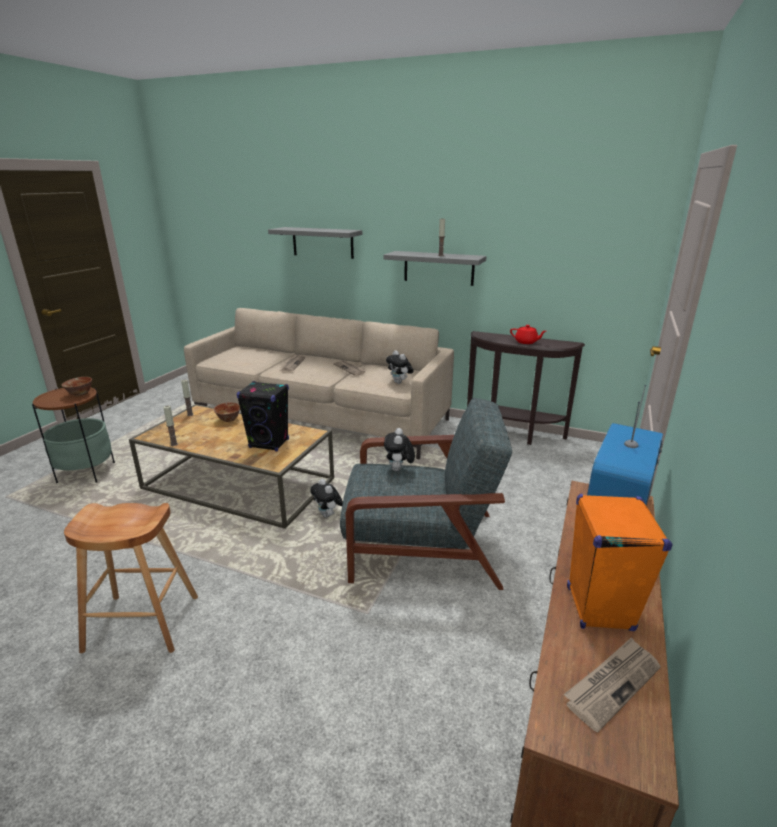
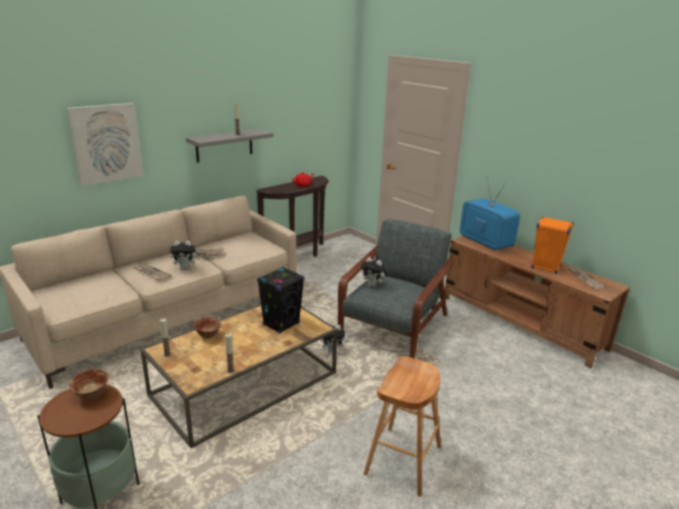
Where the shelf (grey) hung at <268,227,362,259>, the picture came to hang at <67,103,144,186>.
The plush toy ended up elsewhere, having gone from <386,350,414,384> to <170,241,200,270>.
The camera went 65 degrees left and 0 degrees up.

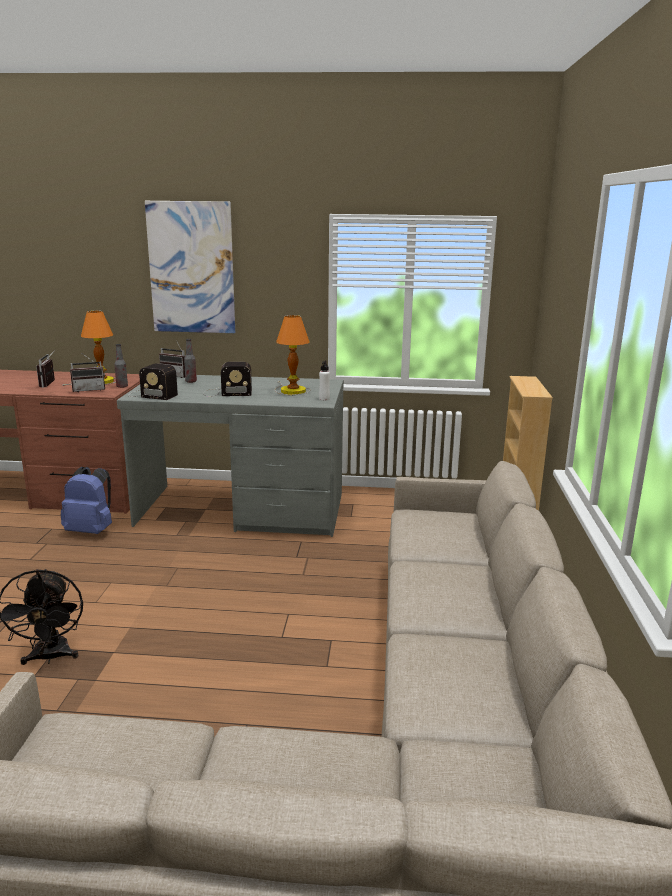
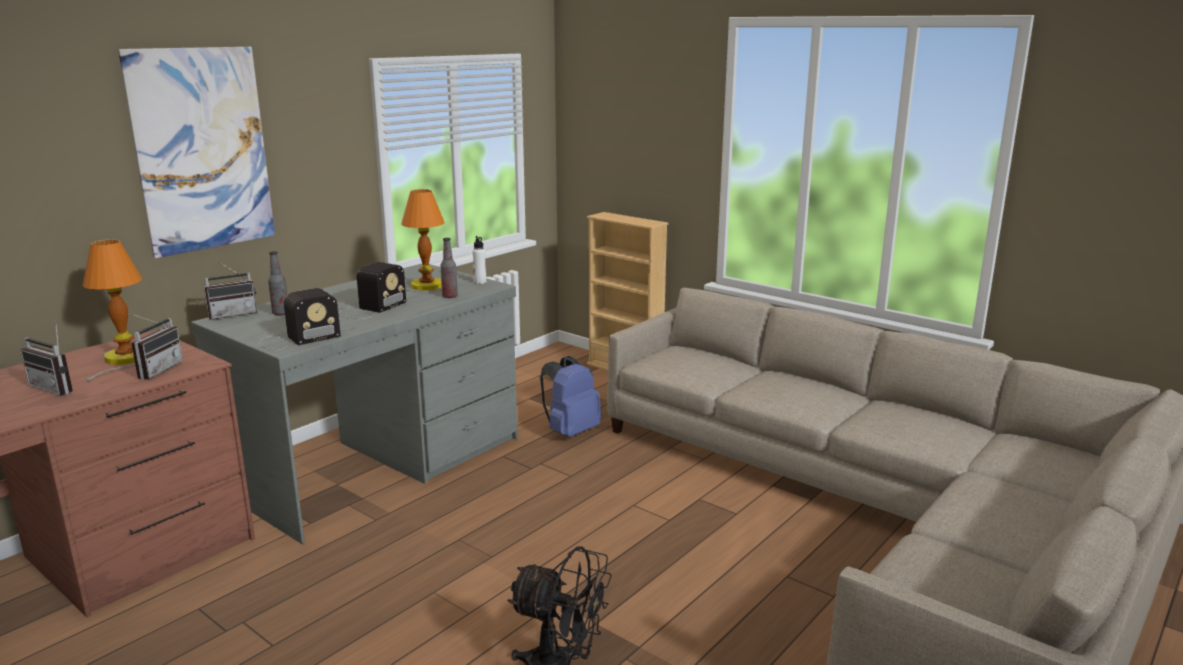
The bottle ended up elsewhere, having gone from <114,344,128,388> to <441,238,458,298>.
The backpack (blue) ended up elsewhere, having gone from <61,467,112,534> to <540,356,601,437>.
The camera went 55 degrees left and 0 degrees up.

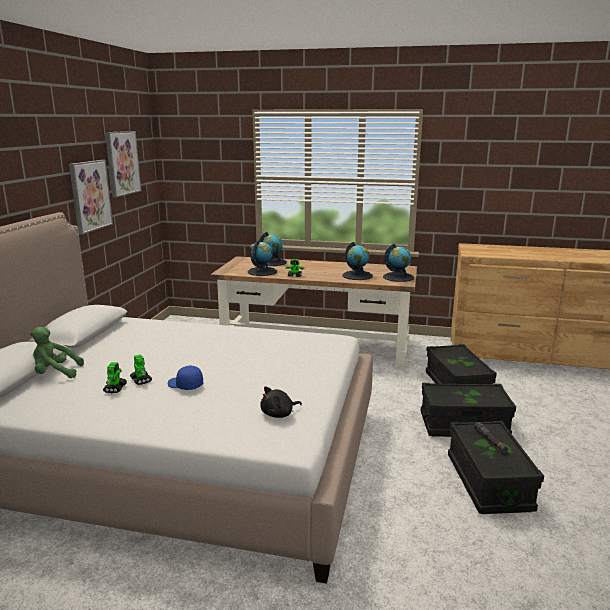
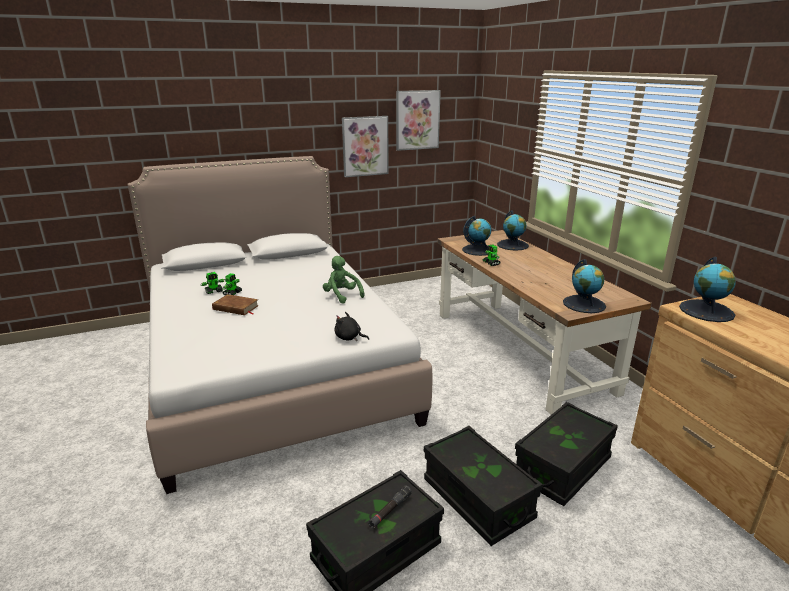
The globe ended up elsewhere, having gone from <342,242,373,280> to <679,257,736,322>.
The plush toy (green) ended up elsewhere, having gone from <30,327,84,378> to <323,256,364,304>.
Where the cap (blue) stood at <168,366,203,390>, the book (brown) came to stand at <212,294,259,315>.
The plush toy (black) ended up elsewhere, having gone from <260,386,302,418> to <335,312,369,341>.
The camera went 55 degrees right and 5 degrees up.

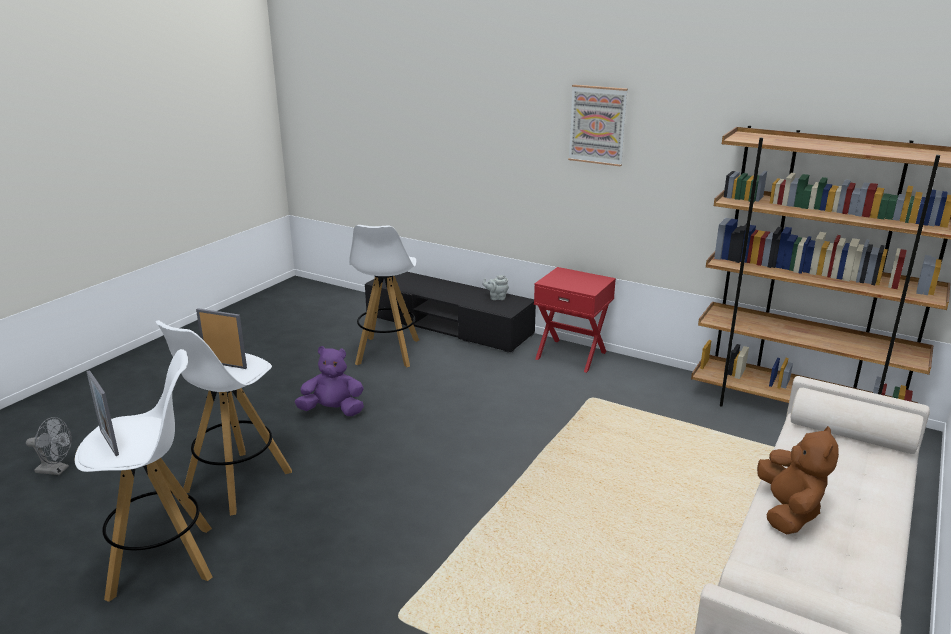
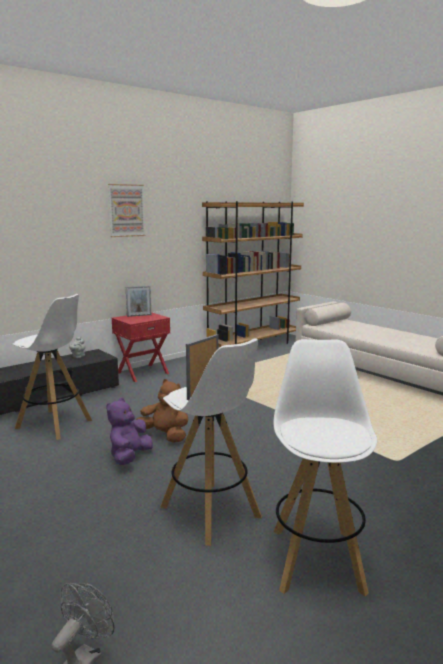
The picture frame ended up elsewhere, having gone from <86,370,119,456> to <126,286,151,317>.
The plush toy (brown) ended up elsewhere, having gone from <757,426,839,534> to <136,379,188,443>.
The camera went 70 degrees left and 10 degrees down.

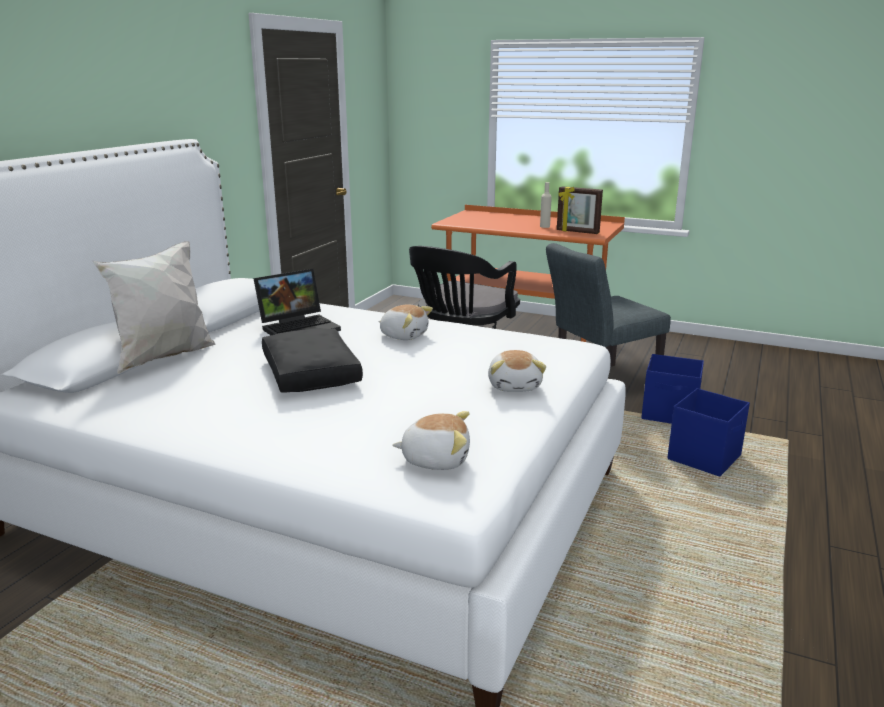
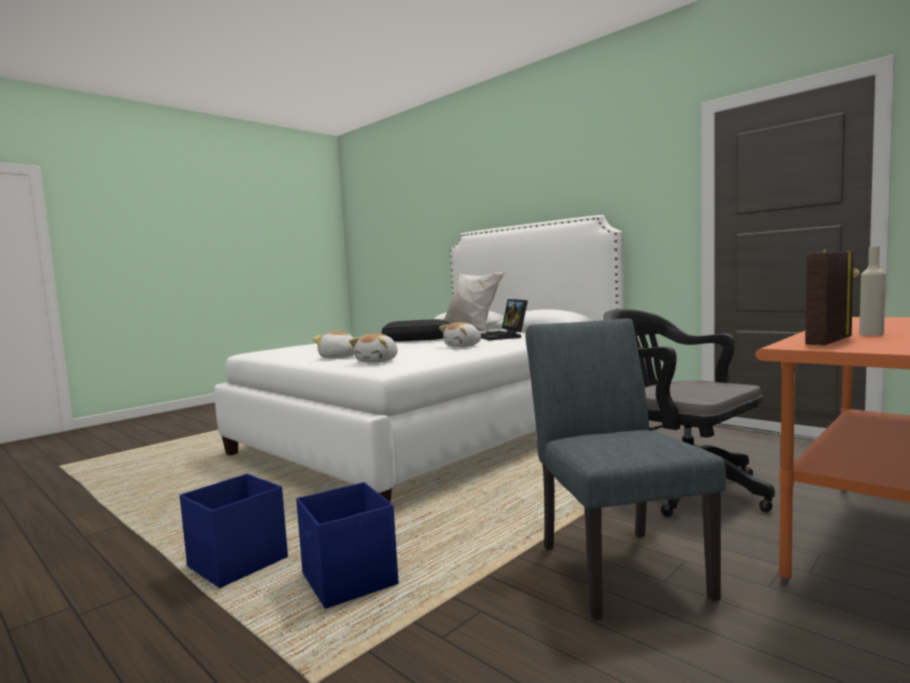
The storage box (blue) ended up elsewhere, having gone from <641,354,704,424> to <180,473,288,588>.
The plush toy ended up elsewhere, having gone from <392,411,470,470> to <349,333,398,363>.
The camera went 110 degrees right and 15 degrees down.

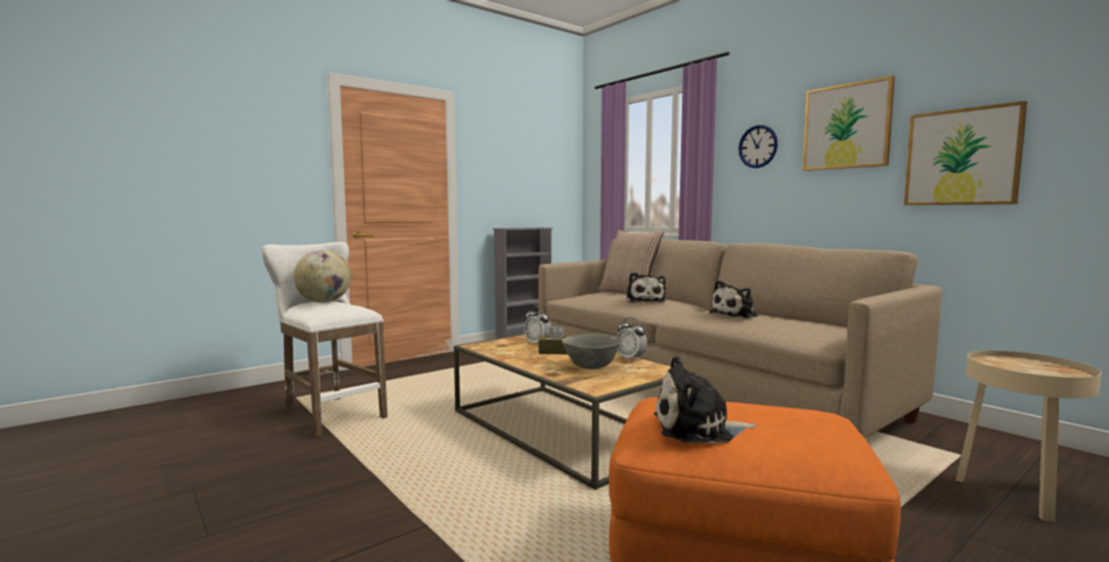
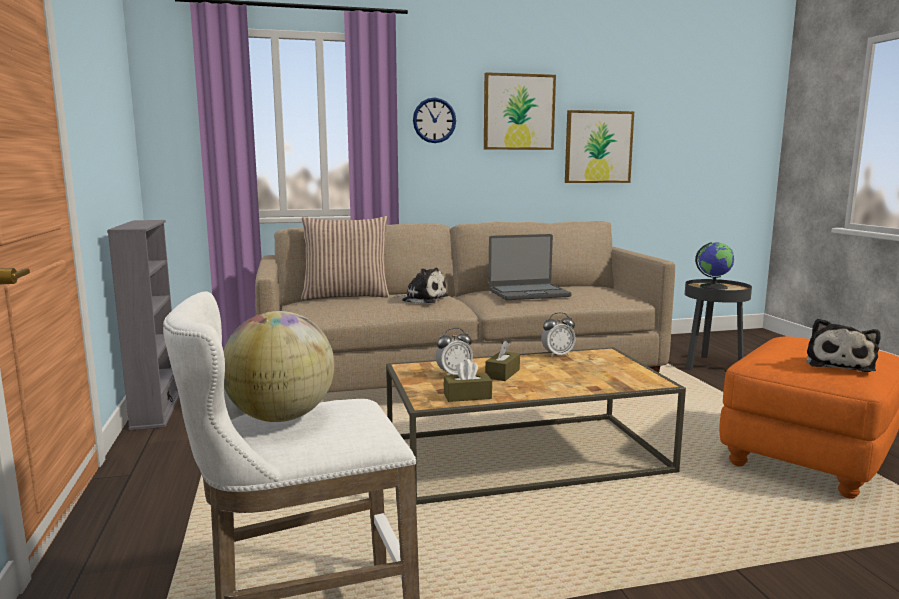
Where the plush toy stood at <709,280,758,319>, the laptop came to stand at <488,234,572,300>.
The second view lost the bowl (grey) at <562,334,621,369>.
What was the side table (beige) at <956,350,1102,522> turned into the side table (black) at <685,279,752,370>.
The second view gained the globe at <695,242,734,290>.
The second view gained the tissue box (brown) at <444,359,492,402>.
The camera went 65 degrees left and 5 degrees up.

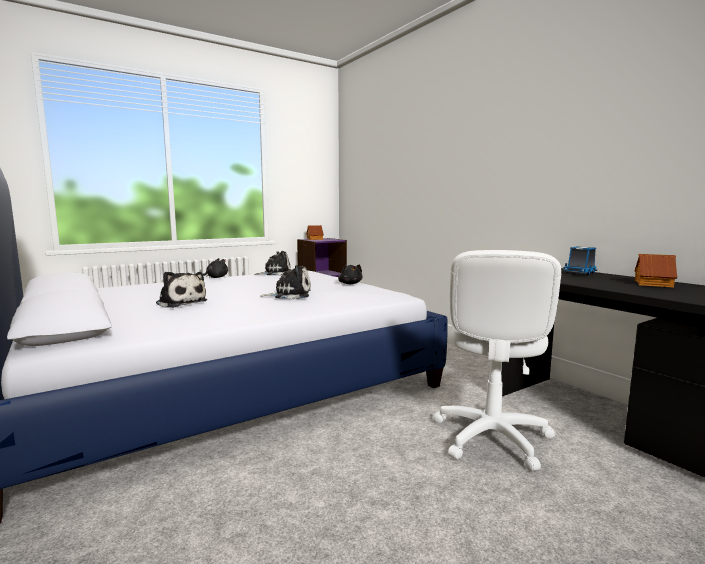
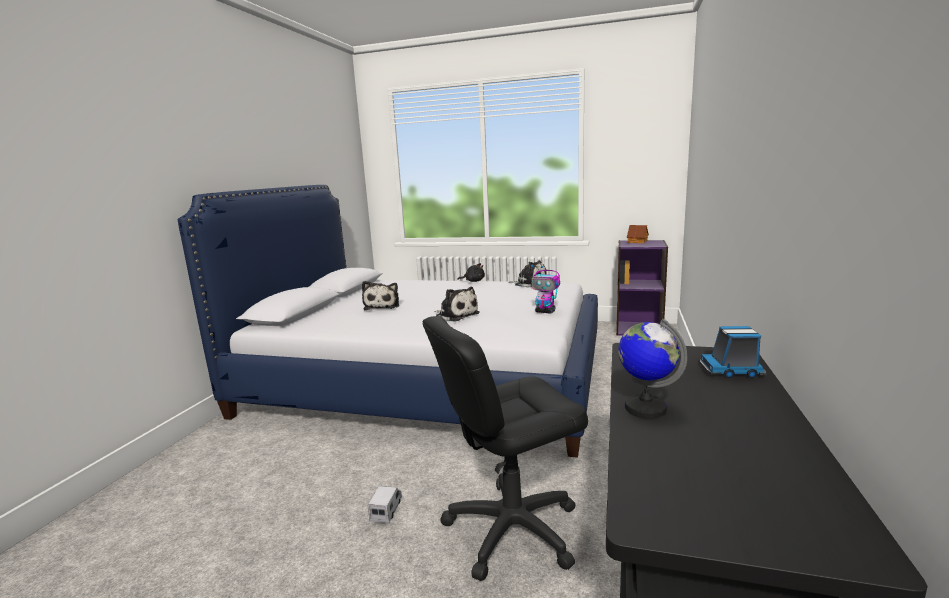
What was the office chair (white) at <433,250,562,471> turned into the office chair (black) at <422,316,588,581>.
The second view lost the toy house at <635,254,677,287>.
Where the plush toy (black) stood at <338,264,362,284>, the toy robot came to stand at <531,265,560,314>.
The second view gained the globe at <618,319,687,419>.
The second view gained the toy truck at <368,486,402,523>.
The camera went 50 degrees right and 5 degrees up.

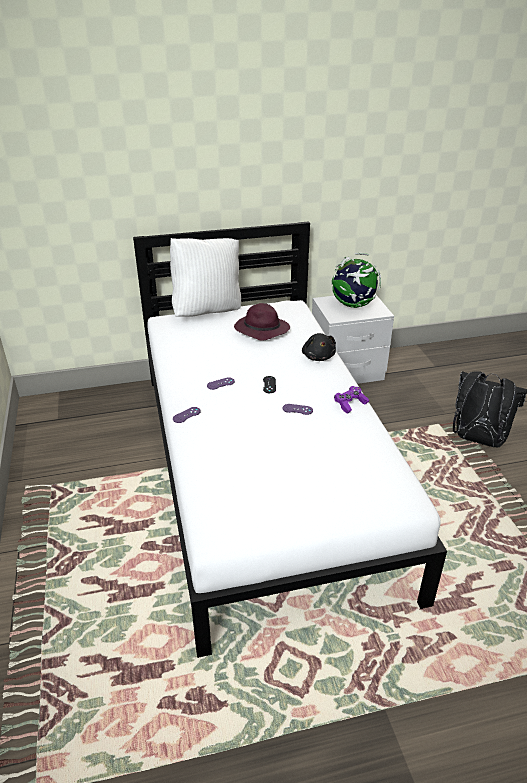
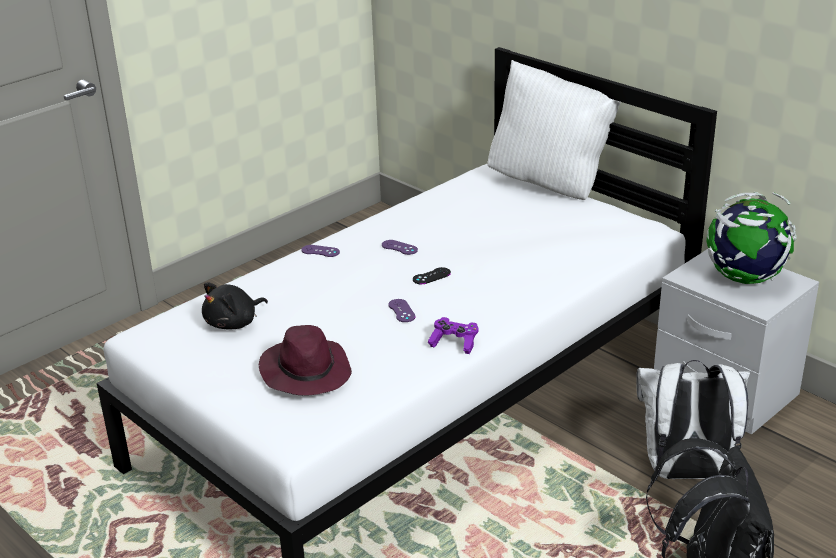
The hat (purple) ended up elsewhere, having gone from <234,303,290,341> to <259,325,352,395>.
The plush toy (black) ended up elsewhere, having gone from <302,333,336,361> to <202,282,268,330>.
The second view gained the backpack (white) at <637,360,750,479>.
The camera went 60 degrees right and 5 degrees down.

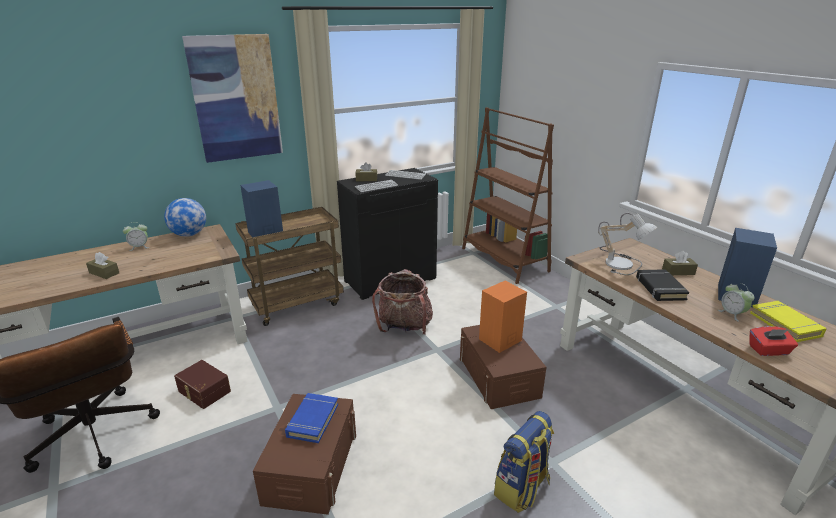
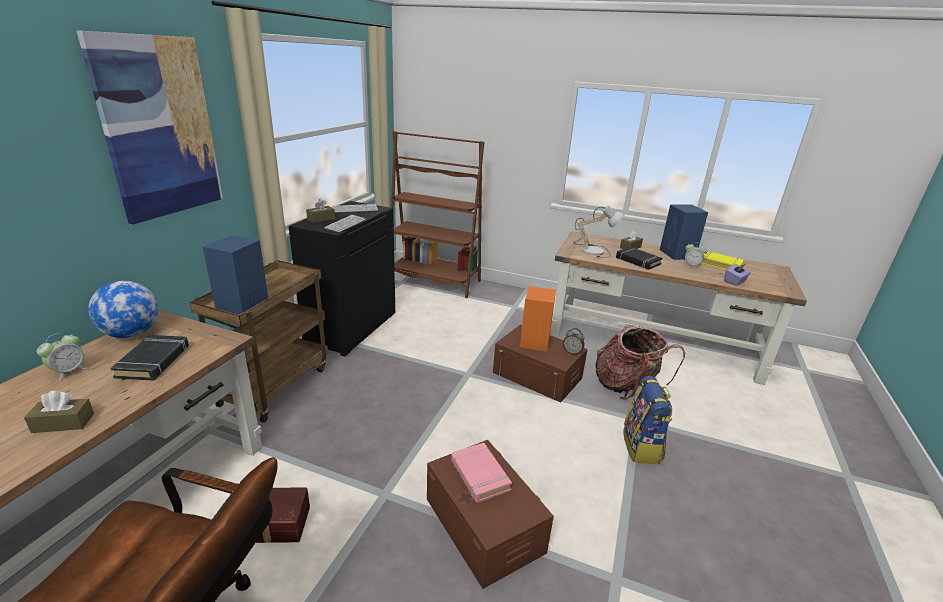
The backpack ended up elsewhere, having gone from <372,269,433,335> to <595,324,685,400>.
What was the tissue box (red) at <749,326,798,356> turned into the tissue box (purple) at <725,264,751,286>.
What was the book (blue) at <285,393,338,443> turned into the book (pink) at <451,443,512,503>.
The second view gained the alarm clock at <563,328,585,355>.
The second view gained the book (black) at <110,335,189,381>.
The camera went 40 degrees left and 0 degrees up.

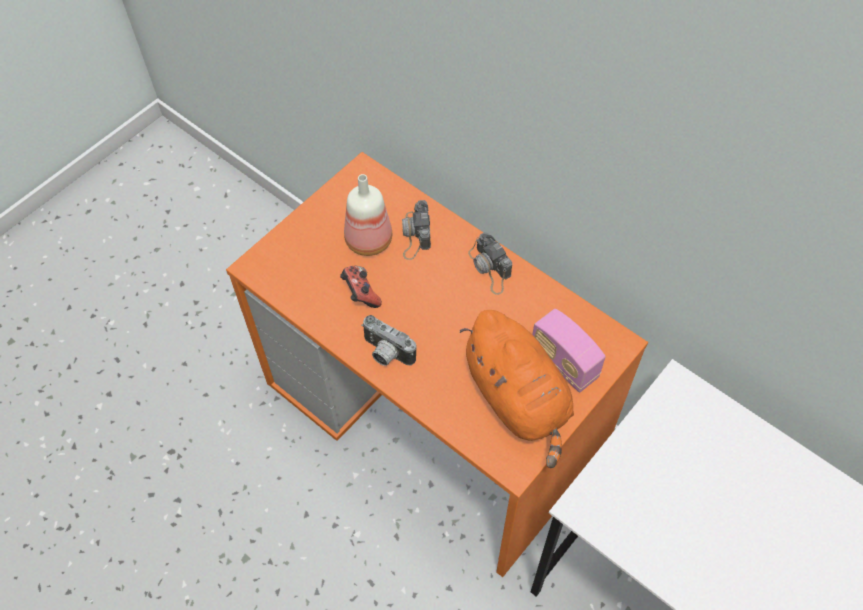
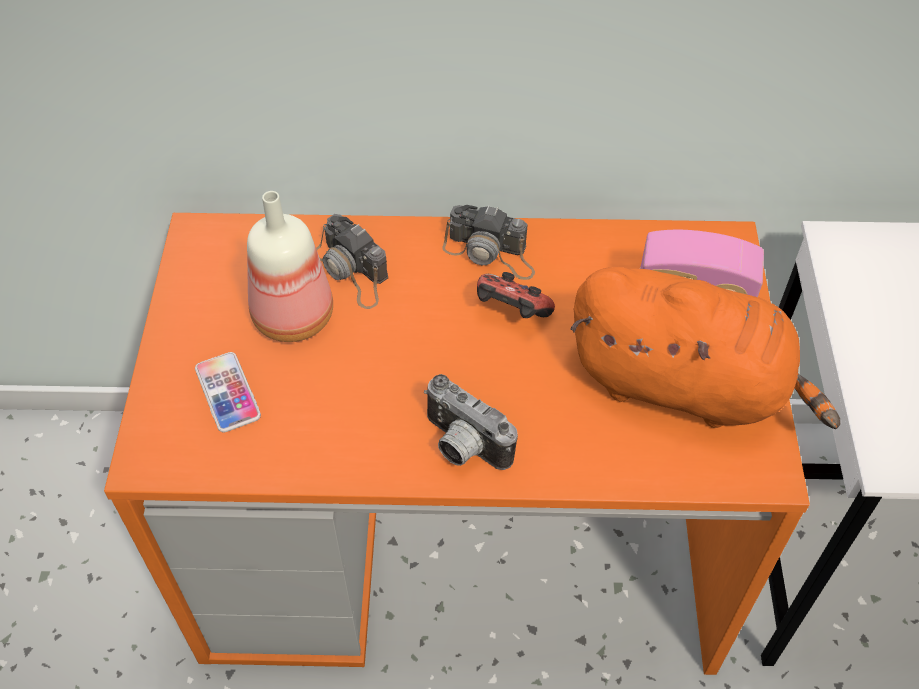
The game controller ended up elsewhere, having gone from <340,266,382,308> to <477,272,555,318>.
The photo camera at <361,315,417,366> ended up facing another way, 45 degrees clockwise from before.
The second view gained the phone at <195,352,261,433>.
The camera went 40 degrees left and 5 degrees down.

